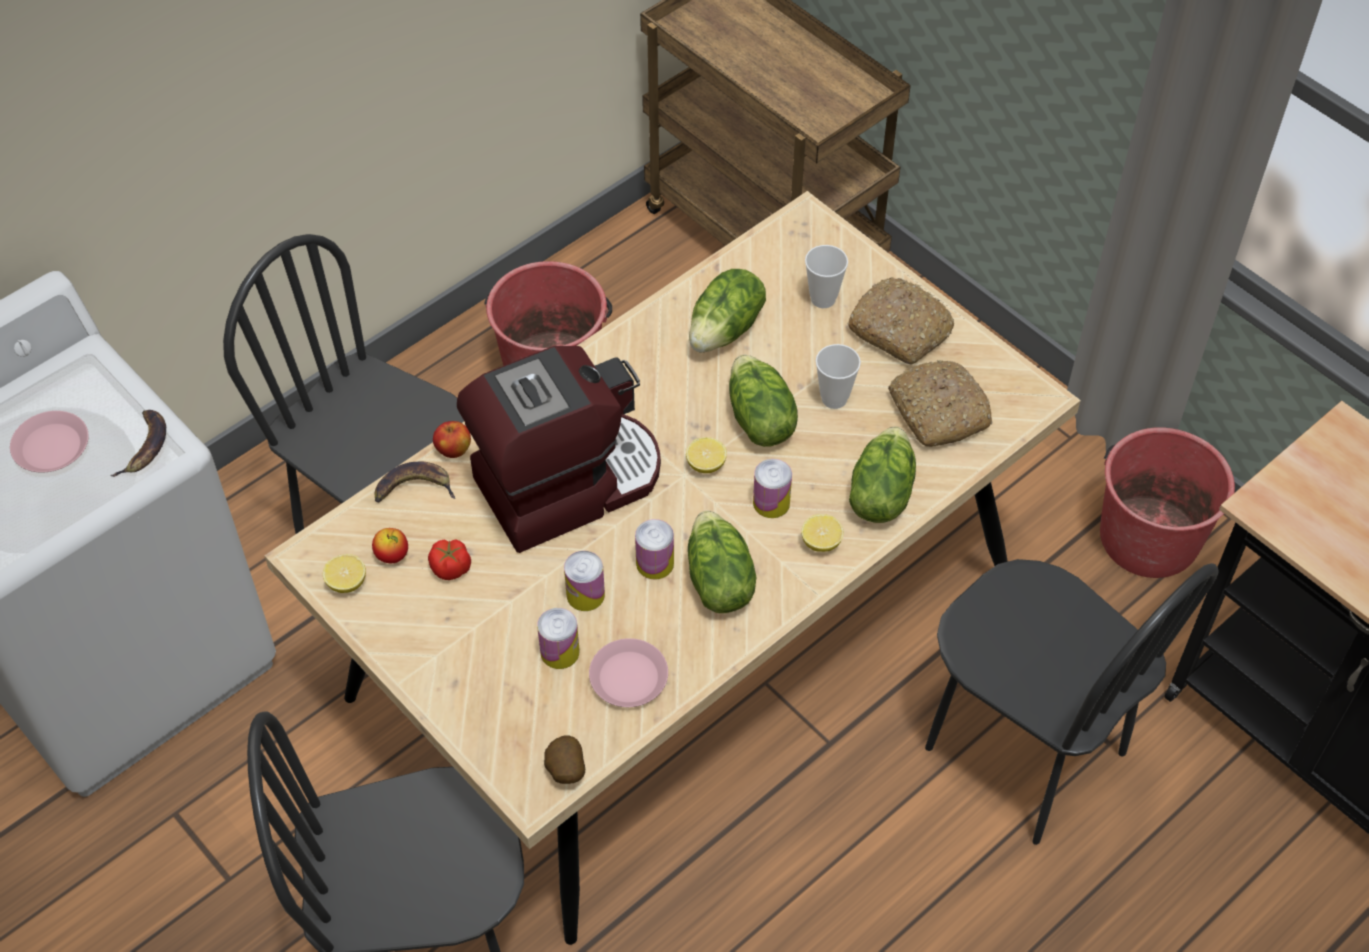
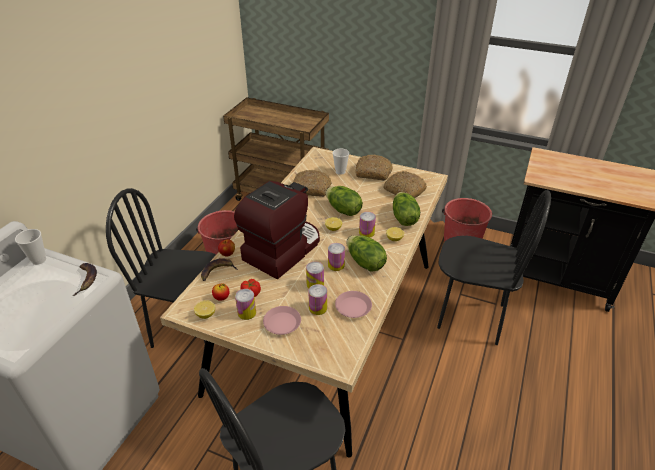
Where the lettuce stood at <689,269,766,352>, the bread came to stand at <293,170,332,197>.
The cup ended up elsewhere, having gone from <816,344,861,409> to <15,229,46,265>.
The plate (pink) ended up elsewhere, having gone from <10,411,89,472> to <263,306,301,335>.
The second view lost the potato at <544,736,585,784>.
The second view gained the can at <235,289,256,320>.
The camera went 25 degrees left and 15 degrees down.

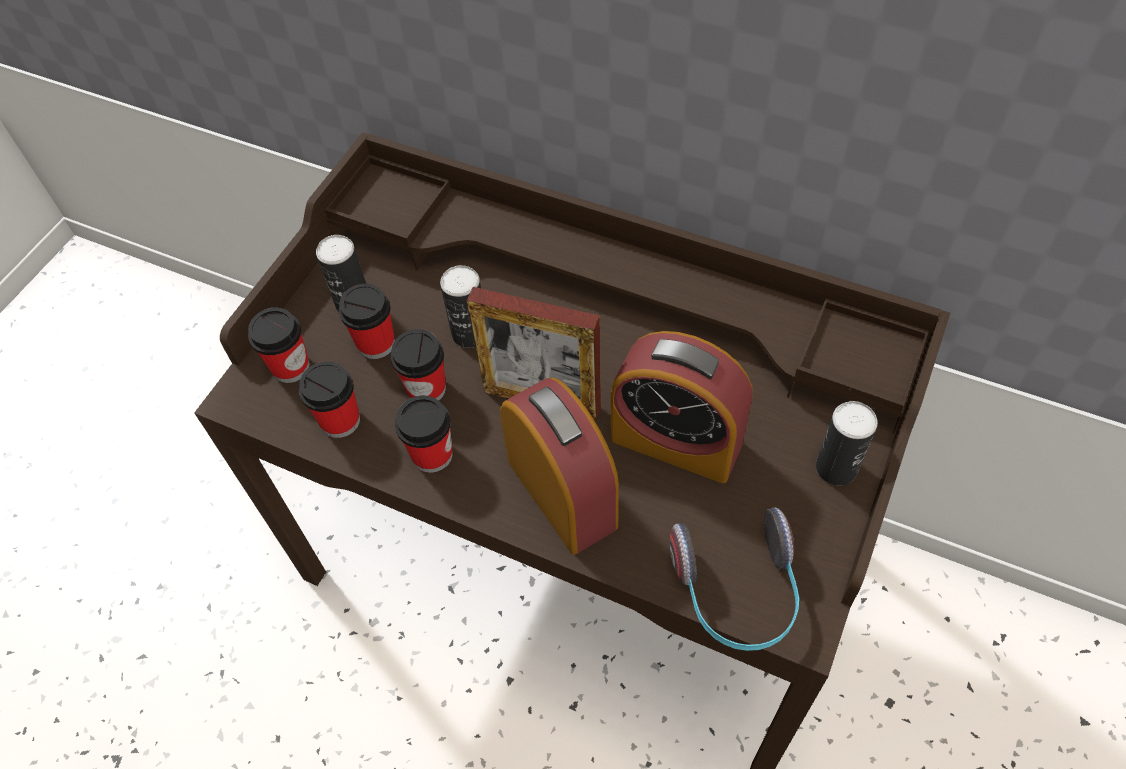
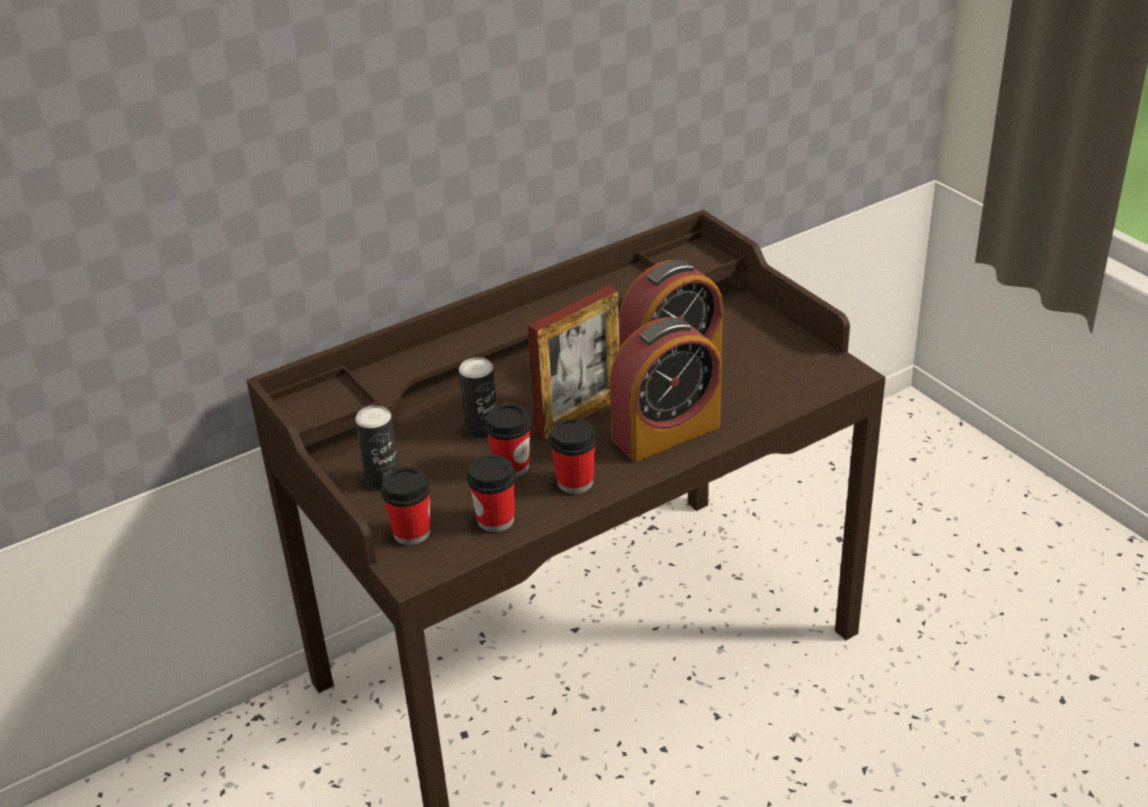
The second view lost the cup at <339,284,395,359>.
The alarm clock at <500,378,619,554> ended up facing another way, 150 degrees clockwise from before.
The second view lost the can at <816,401,878,485>.
The second view lost the headphones at <670,508,799,651>.
The camera went 60 degrees left and 20 degrees down.

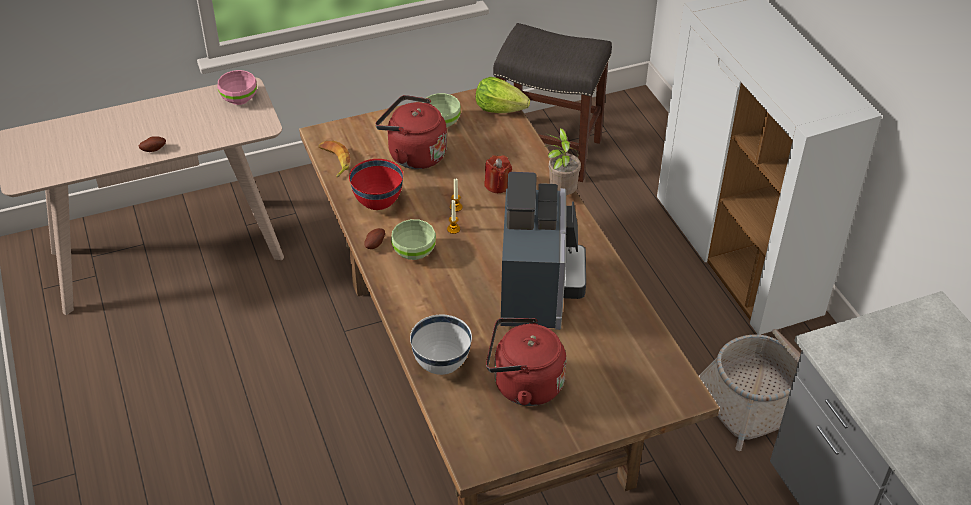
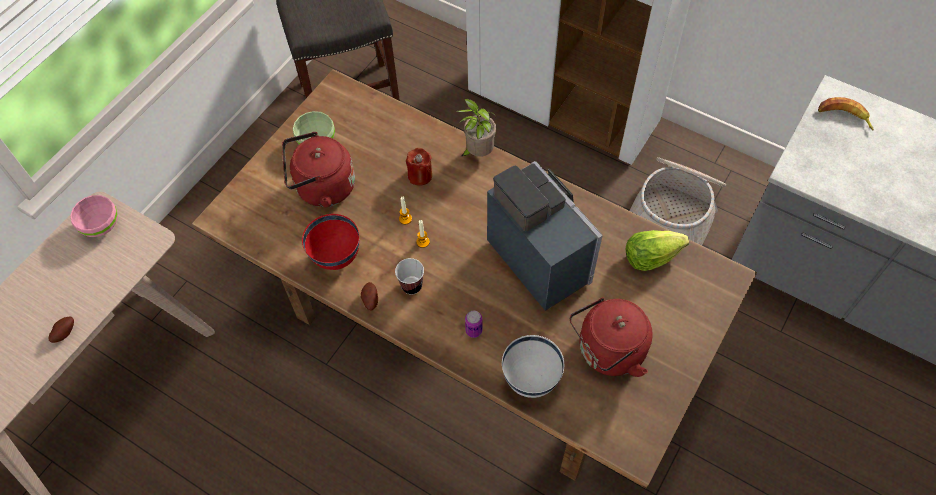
The lettuce ended up elsewhere, having gone from <476,77,530,113> to <626,230,689,271>.
The banana ended up elsewhere, having gone from <318,141,350,177> to <818,97,874,130>.
Where the bowl (green) stood at <391,219,436,260>, the cup came to stand at <395,258,424,295>.
The second view gained the can at <465,311,482,338>.
The camera went 35 degrees left and 15 degrees up.

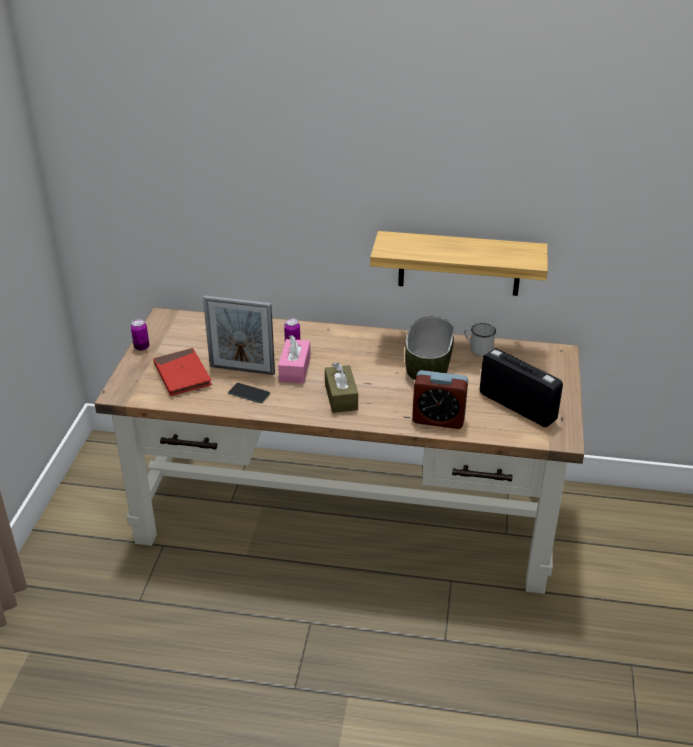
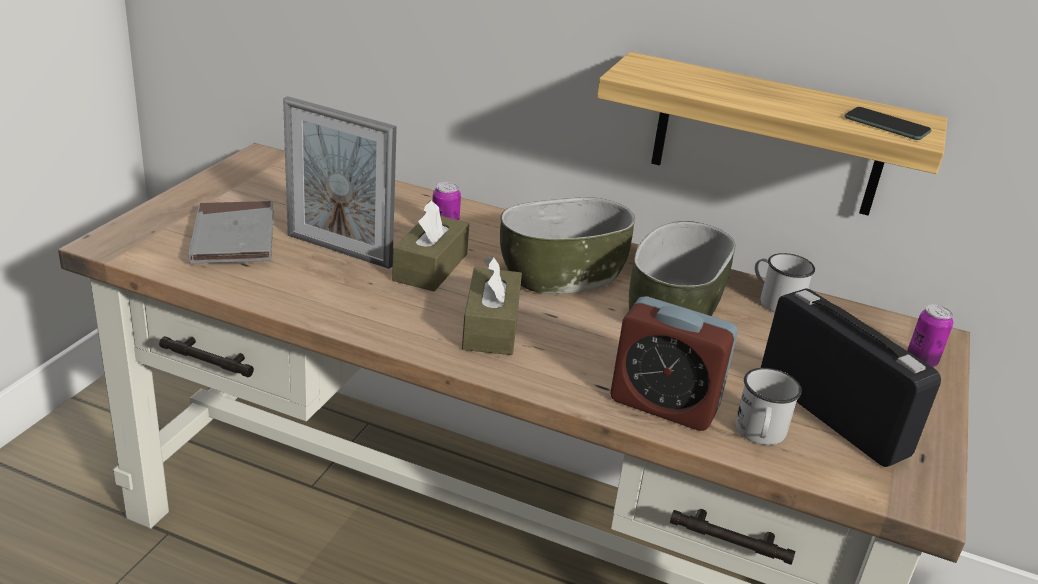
The can ended up elsewhere, having gone from <131,319,149,351> to <907,305,953,367>.
What was the tissue box (pink) at <278,335,311,383> turned into the tissue box (brown) at <392,200,469,292>.
What was the book (red) at <153,348,212,396> turned into the book (grey) at <188,201,274,264>.
The phone ended up elsewhere, having gone from <228,383,270,403> to <845,107,931,140>.
The second view gained the bowl at <500,197,635,294>.
The second view gained the mug (white) at <735,368,802,445>.
The camera went 10 degrees right and 5 degrees down.

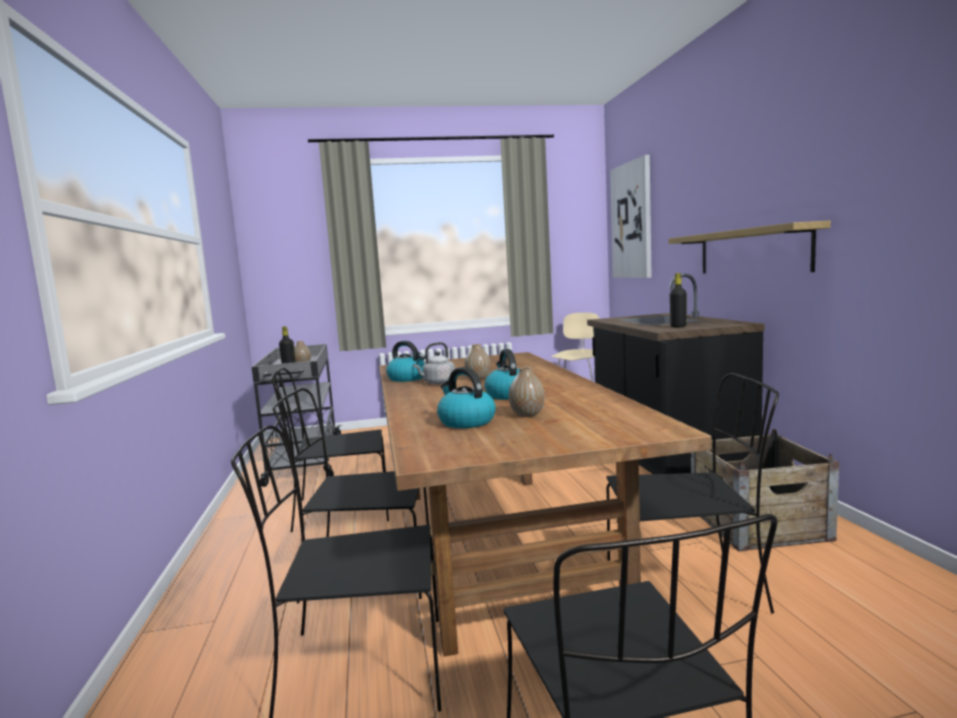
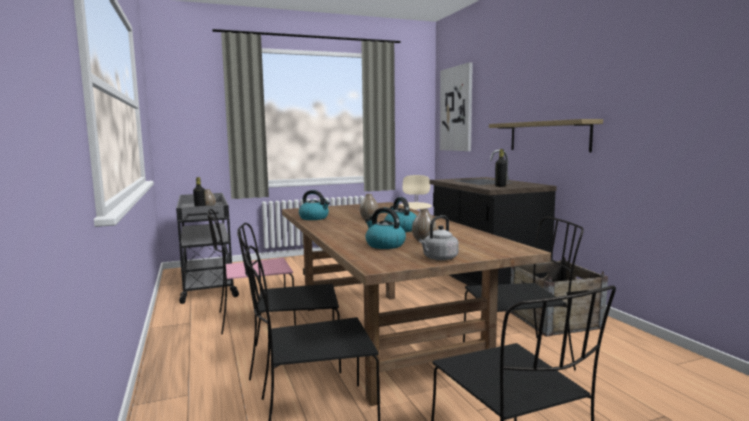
The kettle (grey) ended up elsewhere, having gone from <413,342,455,384> to <419,215,459,261>.
What was the chair (black) at <270,368,389,532> turned into the chair (pink) at <207,209,296,334>.
The camera went 10 degrees left and 0 degrees up.

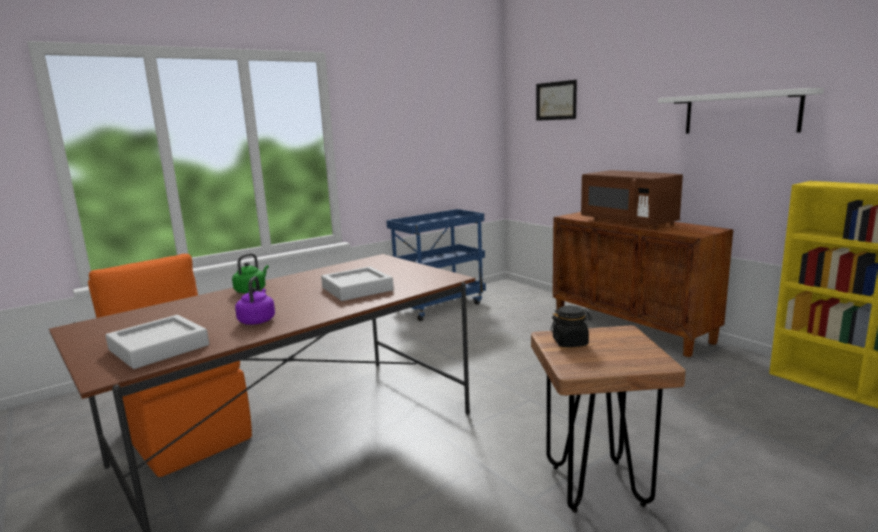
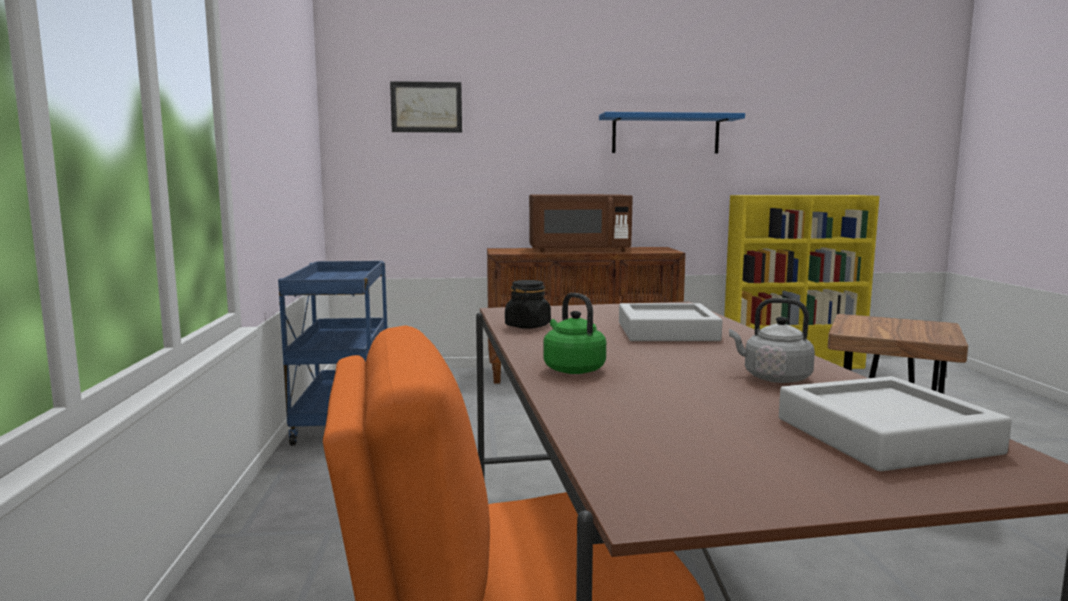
What was the shelf (white) at <658,88,824,134> turned into the shelf (blue) at <599,112,745,153>.
What was the kettle (purple) at <235,276,275,325> turned into the kettle (grey) at <729,298,815,383>.
The jar (black) ended up elsewhere, having gone from <551,306,592,347> to <505,280,551,329>.
The camera went 60 degrees left and 5 degrees down.

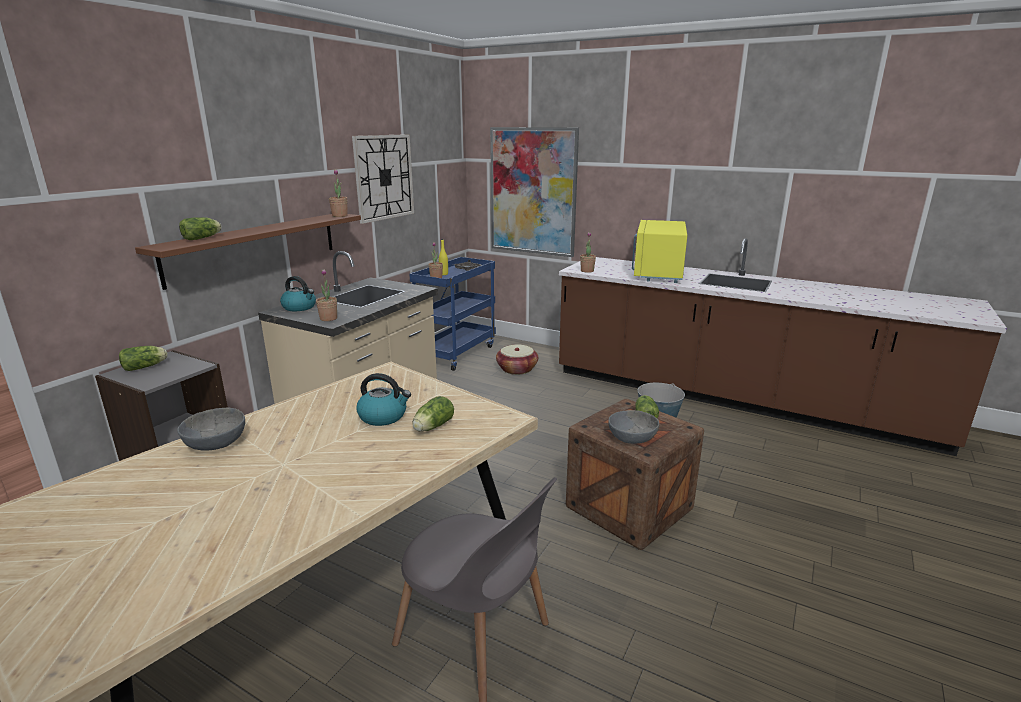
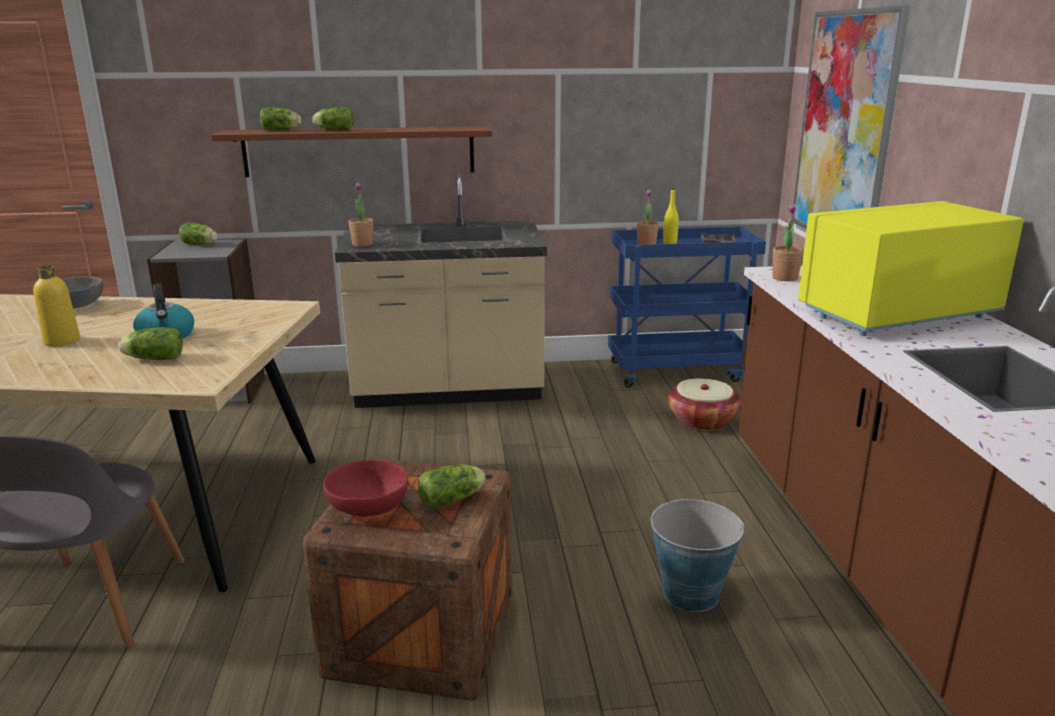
The second view lost the wall clock at <352,134,414,224>.
The second view lost the potted plant at <329,169,348,217>.
The second view lost the kettle at <280,276,316,311>.
What was the bowl (grey) at <608,410,659,444> turned into the bowl (red) at <323,460,408,517>.
The second view gained the lettuce at <312,107,354,130>.
The second view gained the bottle (yellow) at <33,266,80,347>.
The camera went 55 degrees right and 0 degrees up.

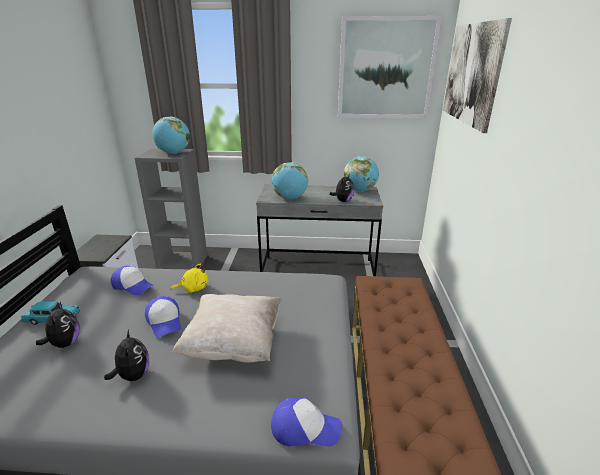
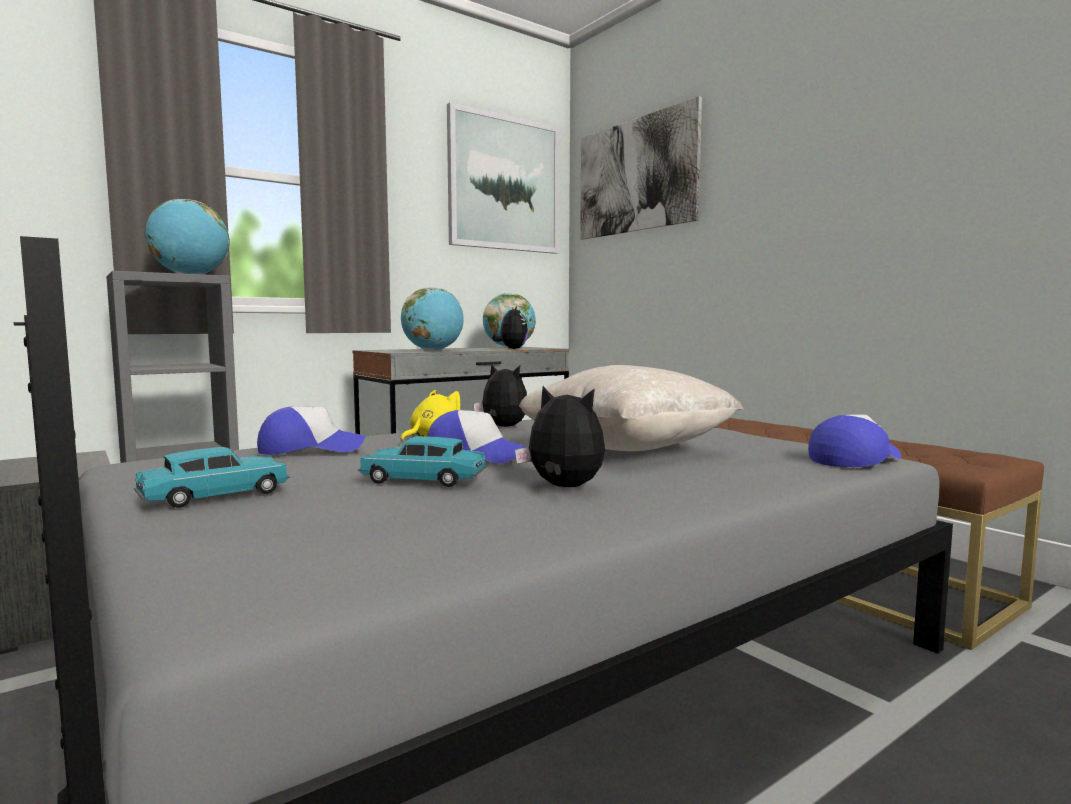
The plush toy ended up elsewhere, having gone from <36,301,80,348> to <474,364,527,427>.
The second view gained the toy car (turquoise) at <358,436,487,487>.
The camera went 40 degrees left and 20 degrees down.

